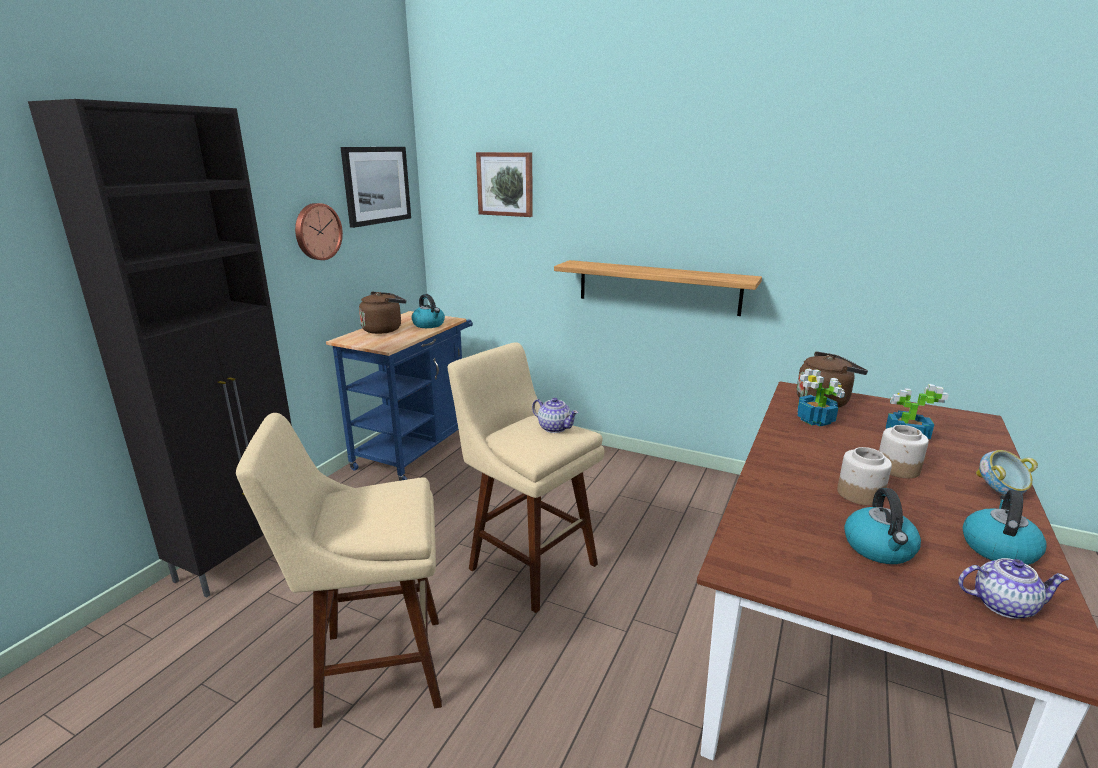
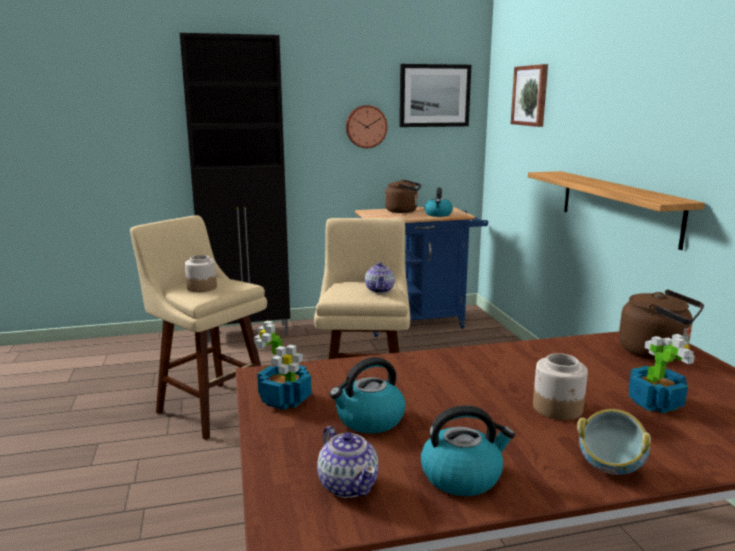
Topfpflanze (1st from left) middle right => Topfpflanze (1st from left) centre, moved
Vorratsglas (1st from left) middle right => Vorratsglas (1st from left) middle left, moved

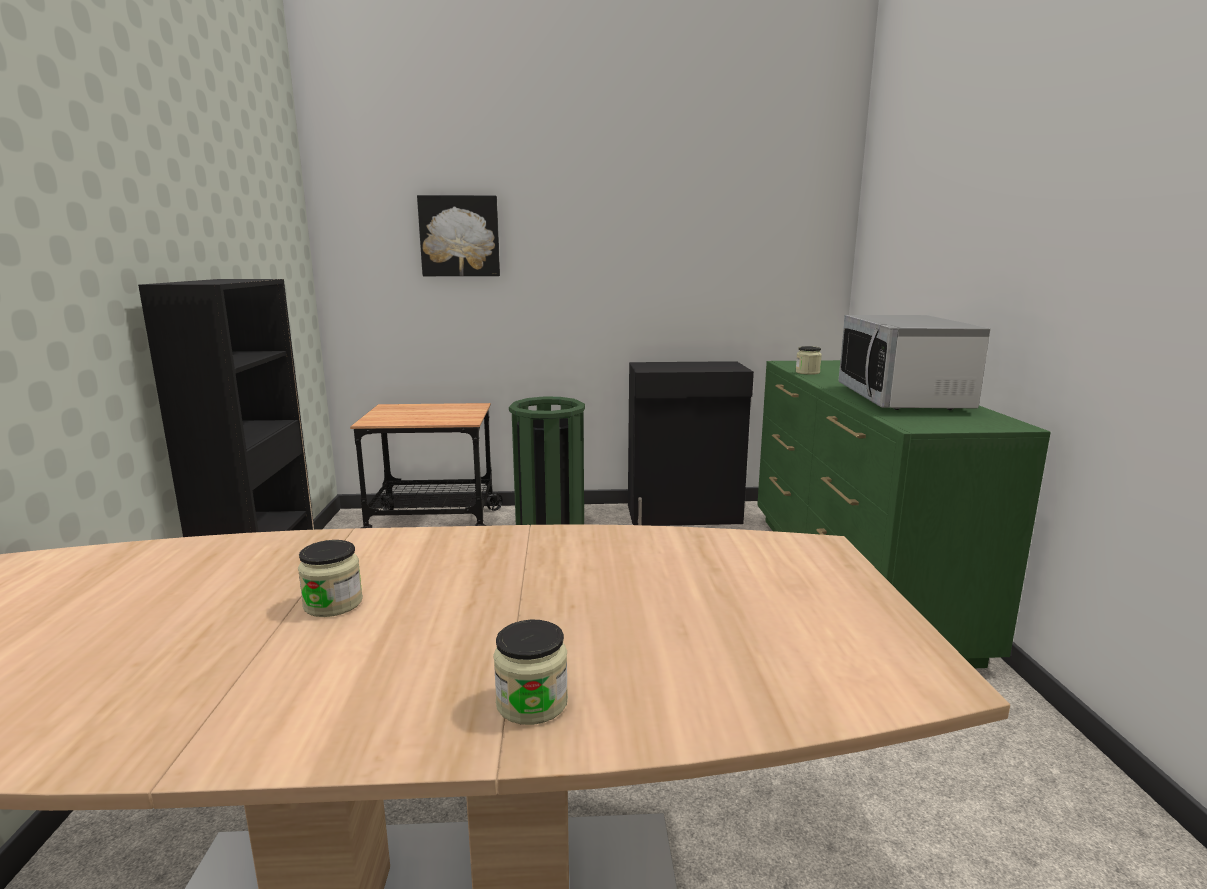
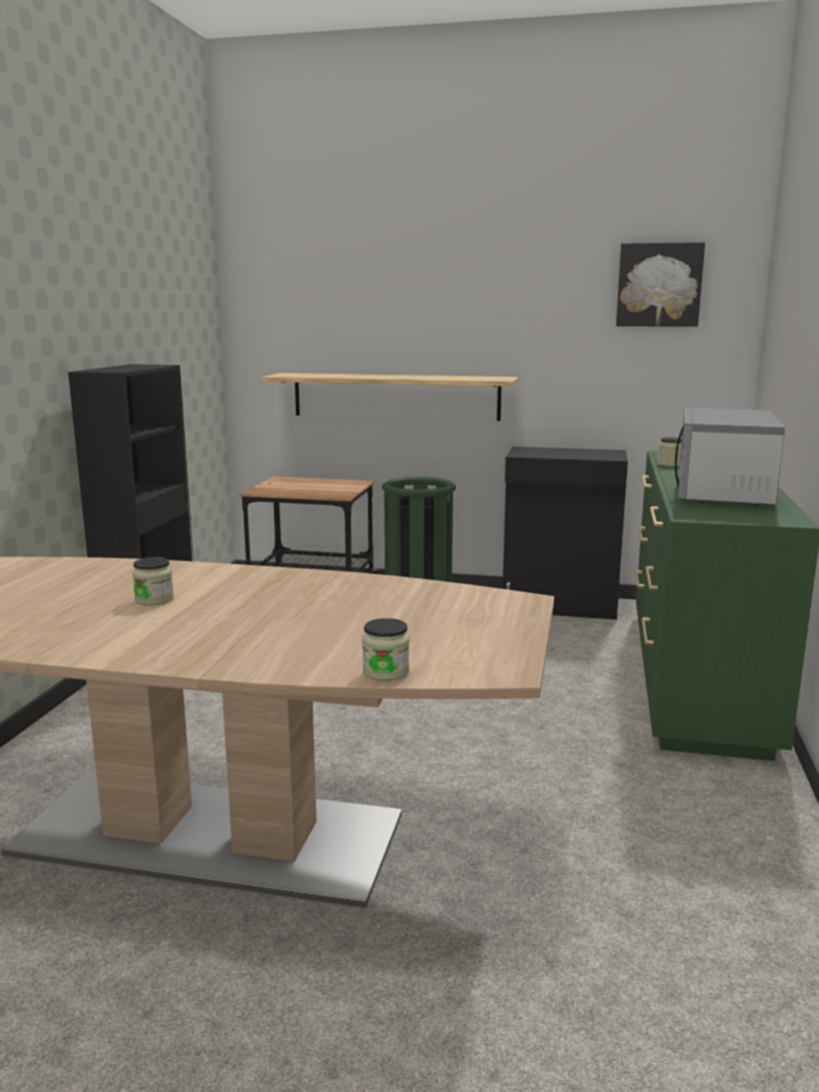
nothing => Wandregal centre
Bild top centre => Bild top right, moved
Vorratsglas (2nd from left) bottom centre => Vorratsglas (2nd from left) centre, moved

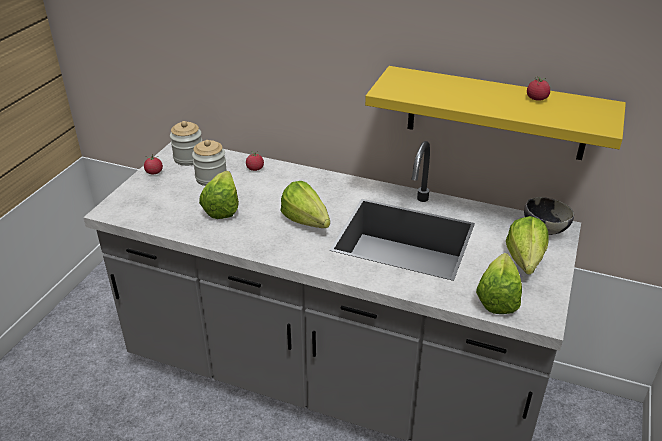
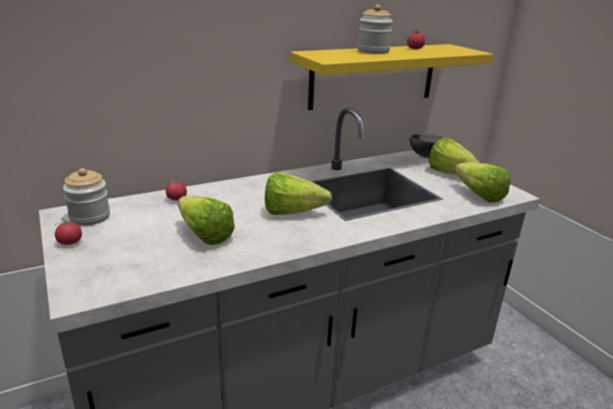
Vorratsglas (2nd from left) middle left => Vorratsglas (2nd from left) top centre, moved

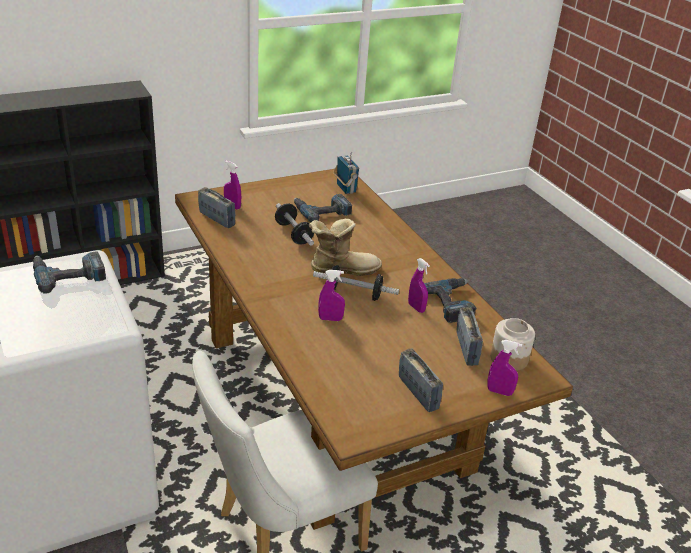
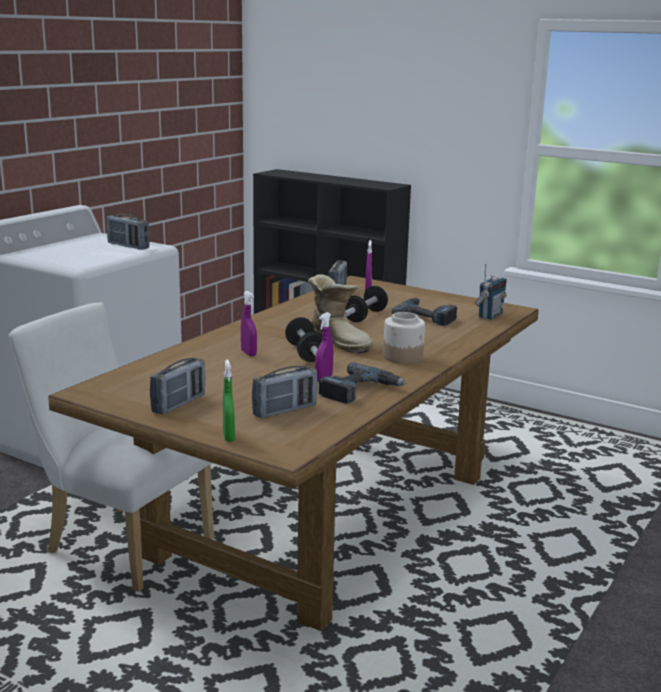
Vorratsglas middle right => Vorratsglas centre, moved
Bohrmaschine (1st from left) middle left => Radio (1st from left) middle left
Sprühflasche [lila] (4th from left) middle right => Sprühflasche [grün] centre

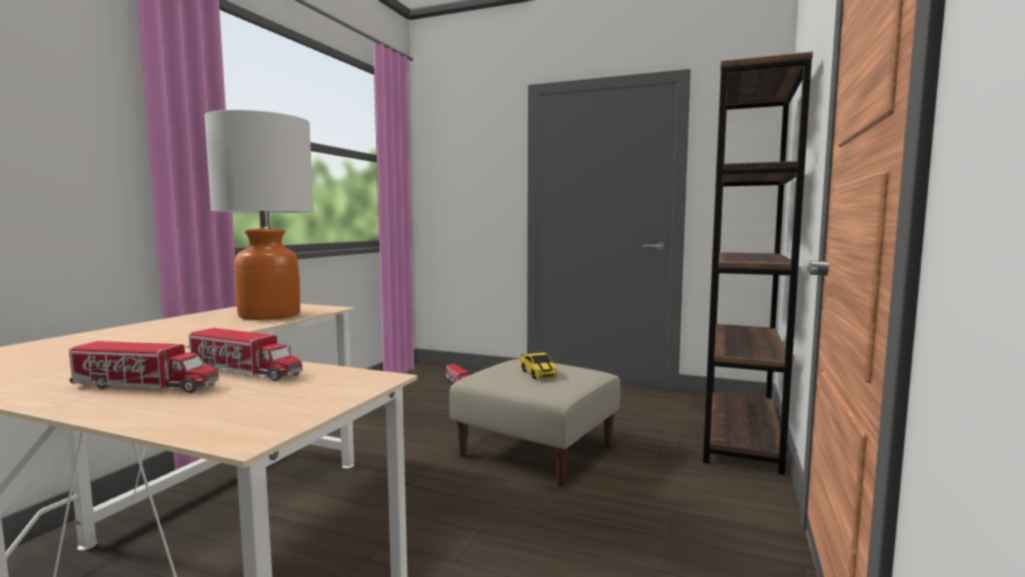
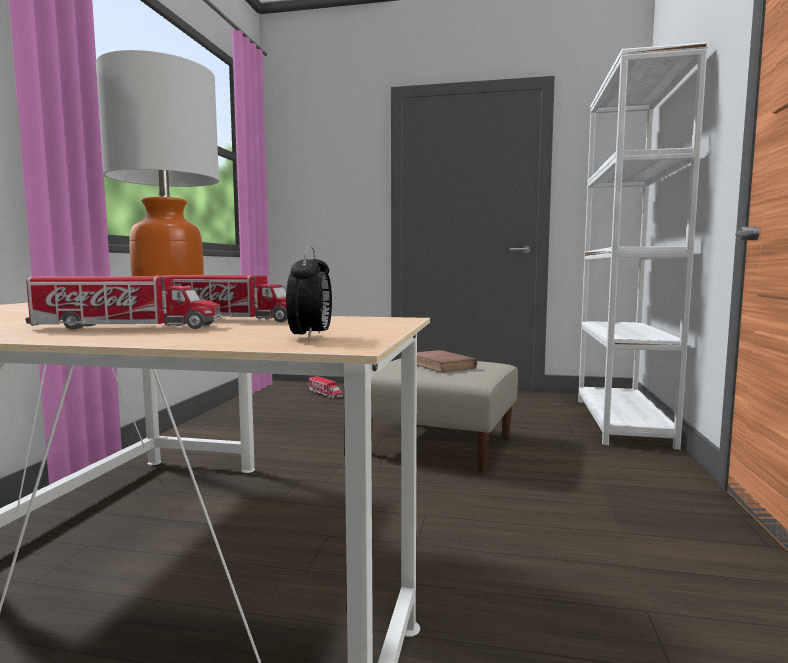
nothing => Wecker centre
Spielzeugauto centre => Buch [braun] centre
Bücherregal [braun] middle right => Bücherregal [weiß] middle right

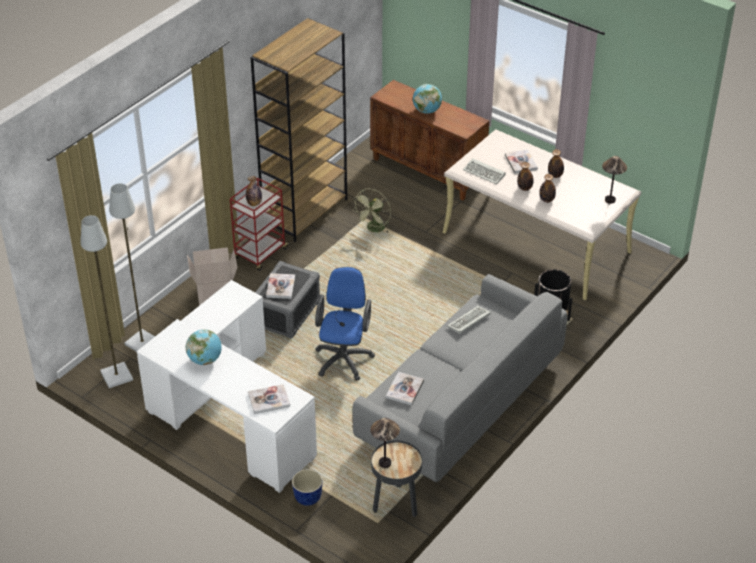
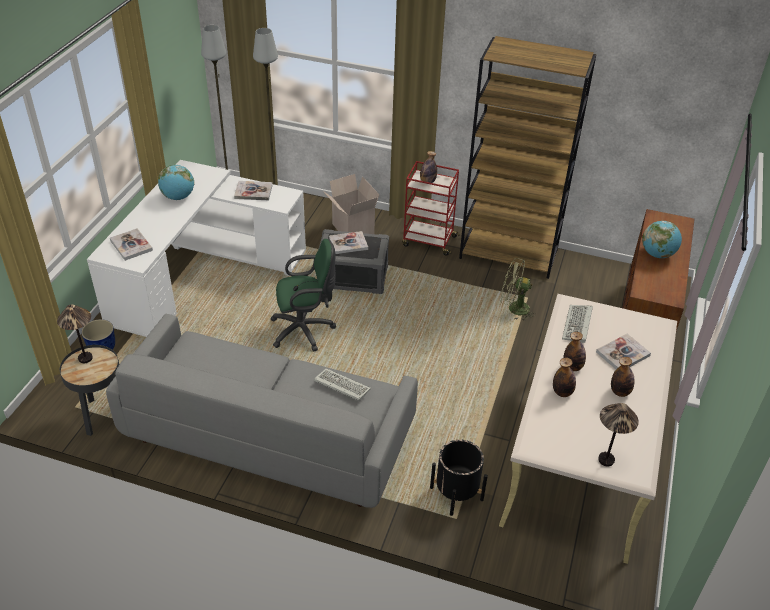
Buch (3rd from left in the first image) bottom centre => Buch (2nd from left) top left, moved
Bürostuhl [blau] centre => Bürostuhl [grün] centre

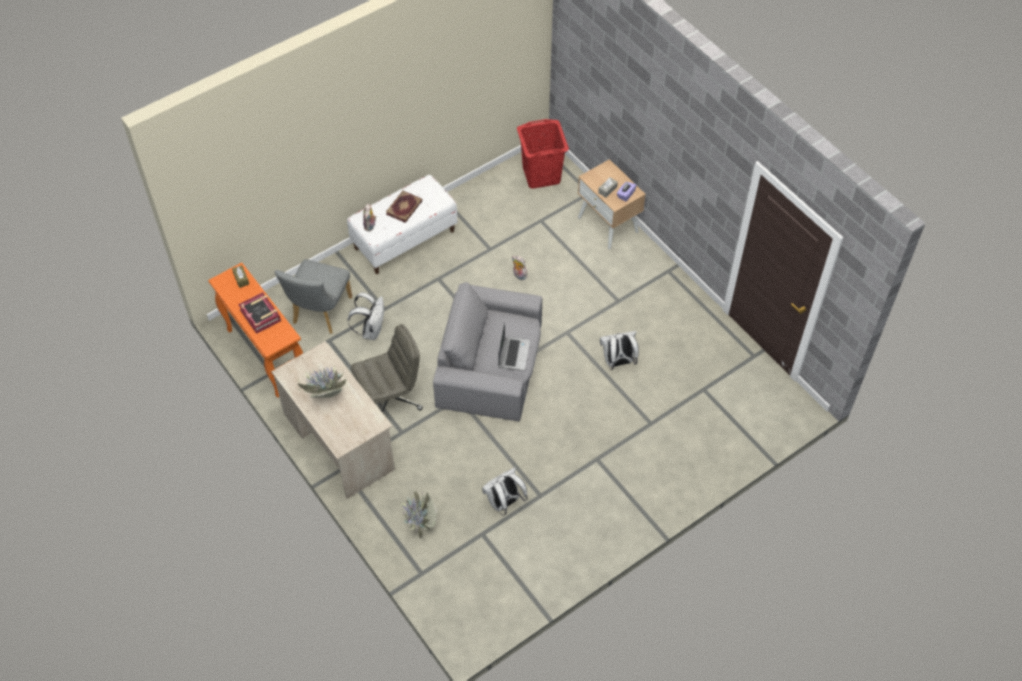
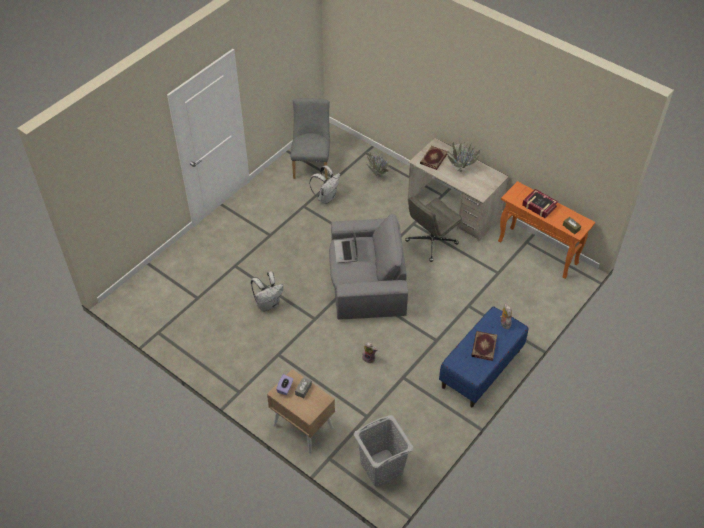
Rucksack [weiß] (1st from left) centre => nothing
nothing => Buch (1st from left) top centre
Stuhl [grau] middle left => Stuhl [grau] top centre, moved
Bank [weiß] top centre => Bank [blau] bottom right
Wäschekorb [rot] top centre => Wäschekorb [grau] bottom centre

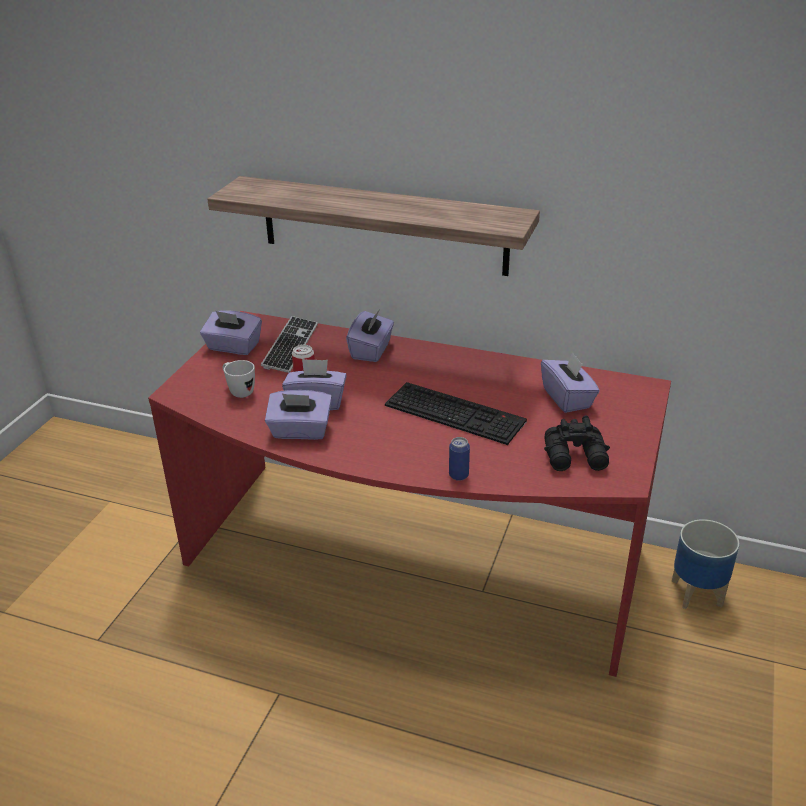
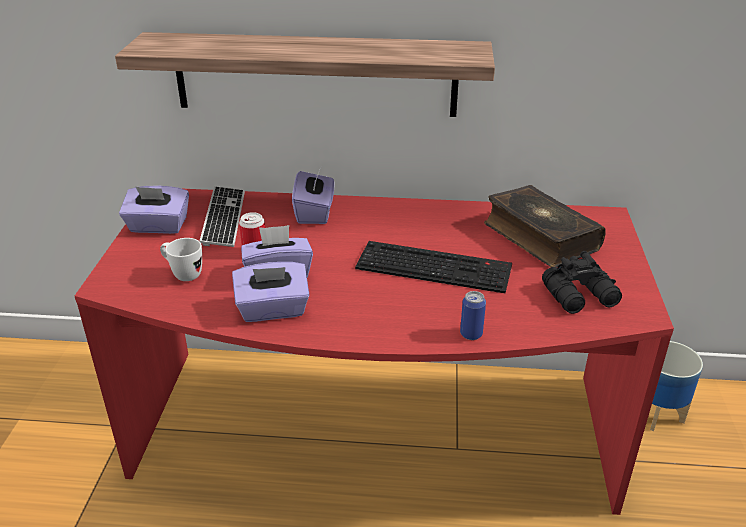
Taschentuchbox [lila] (5th from left) middle right => Buch middle right

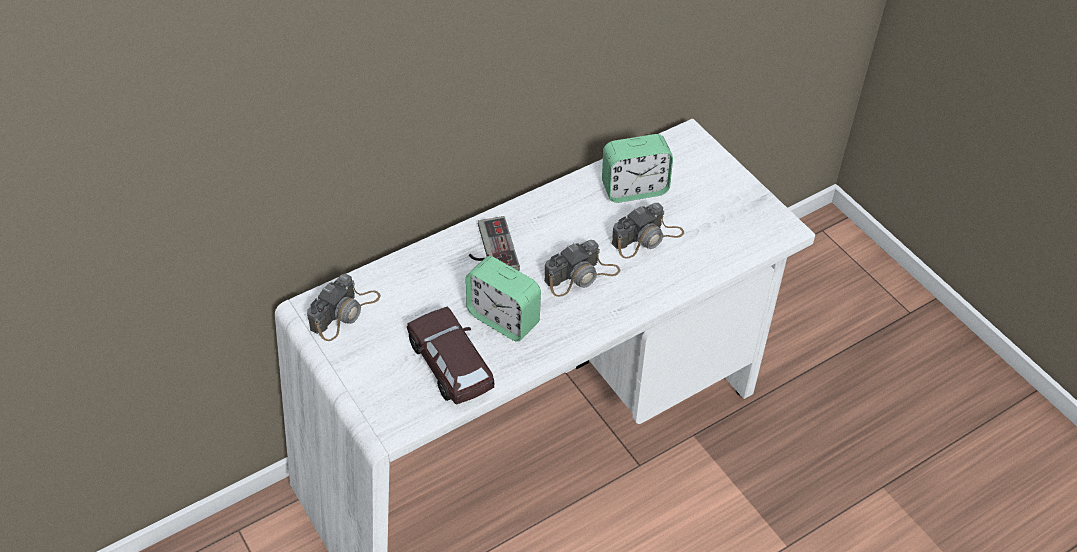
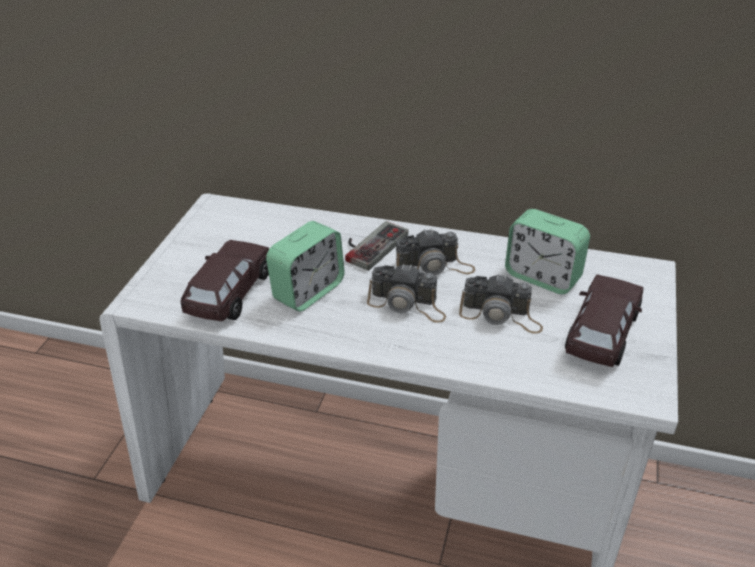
nothing => Spielzeugauto [braun] (2nd from left) middle right
Kamera (1st from left in the first image) middle left => Kamera (2nd from left) centre, moved
Wecker (1st from left) centre, 135 degrees counterclockwise

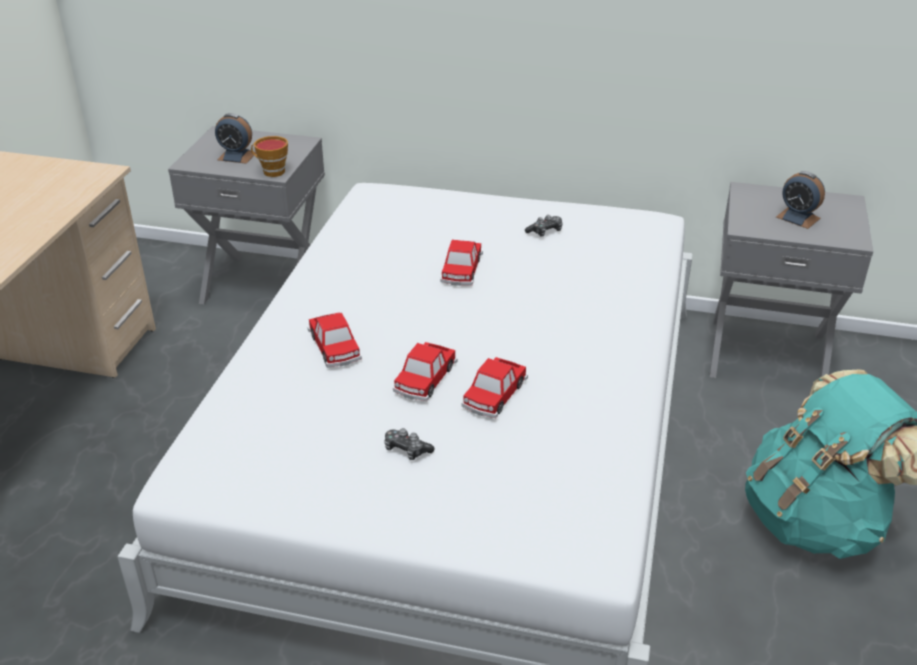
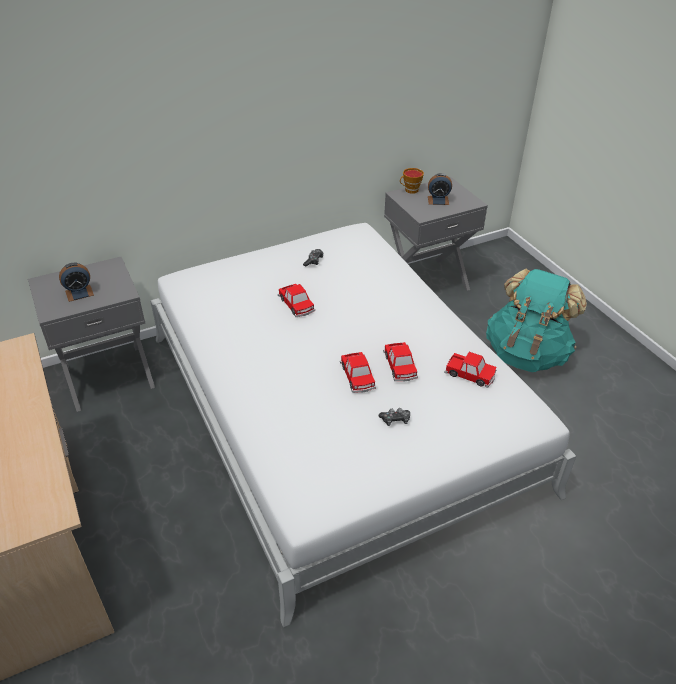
Tasse top left => Tasse top centre, moved
Spielzeugauto (1st from left in the first image) centre => Spielzeugauto (4th from left) middle right, moved

